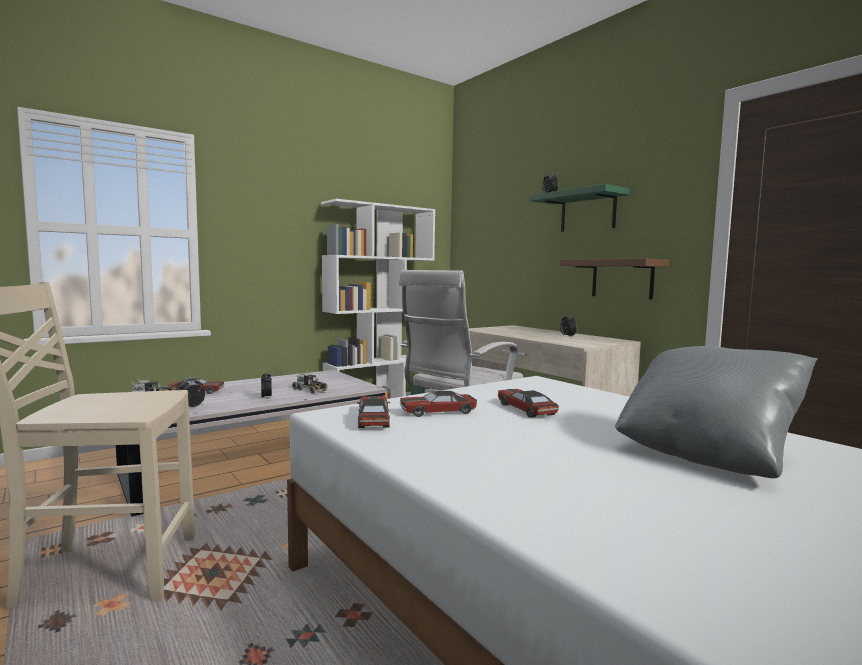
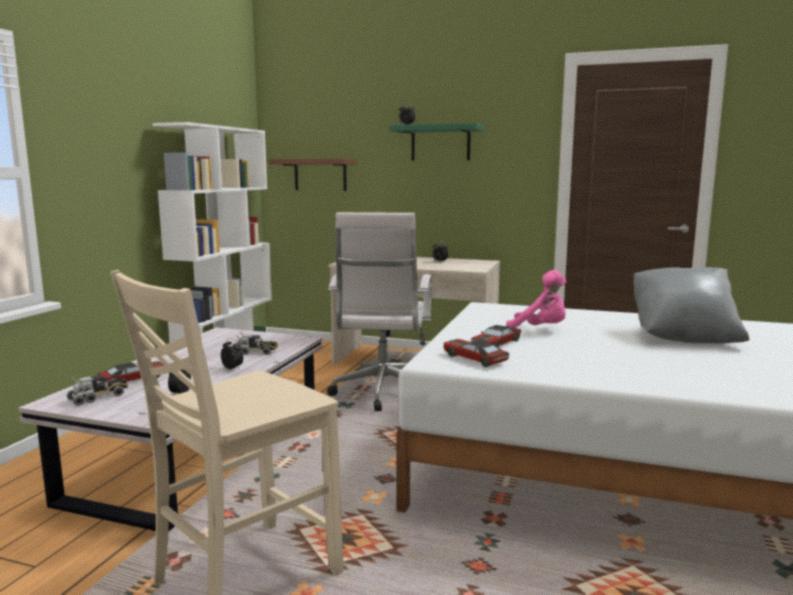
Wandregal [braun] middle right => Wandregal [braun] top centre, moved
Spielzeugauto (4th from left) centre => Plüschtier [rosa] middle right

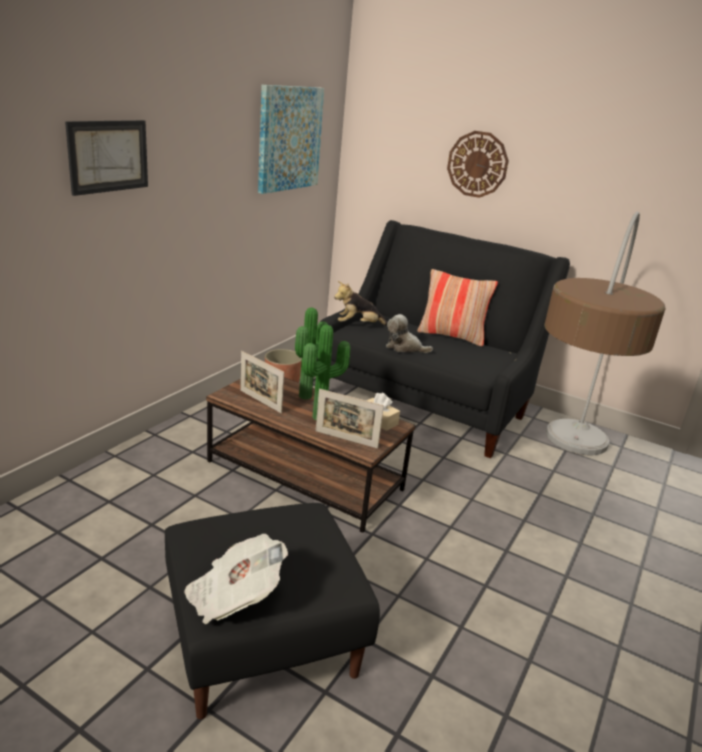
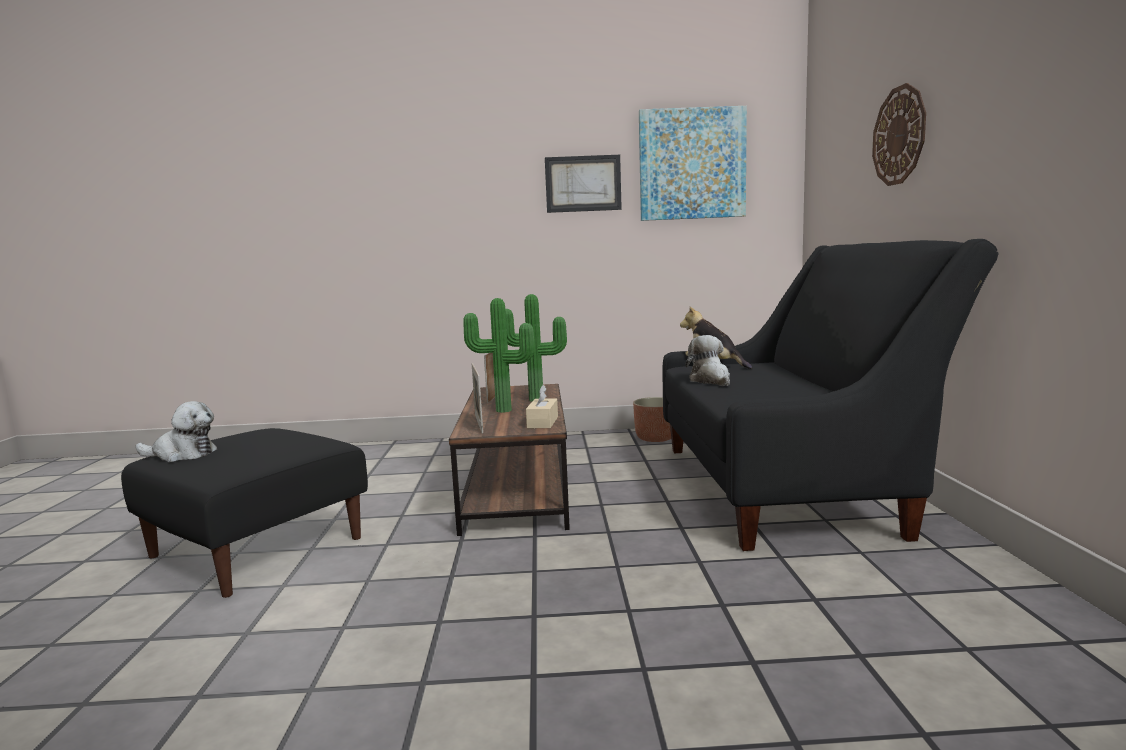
Kissen centre => nothing
Stehlampe middle right => nothing
Bild (1st from left) top left => Bild (1st from left) top centre, moved
Zeitung bottom centre => Plüschtier (1st from left) middle left

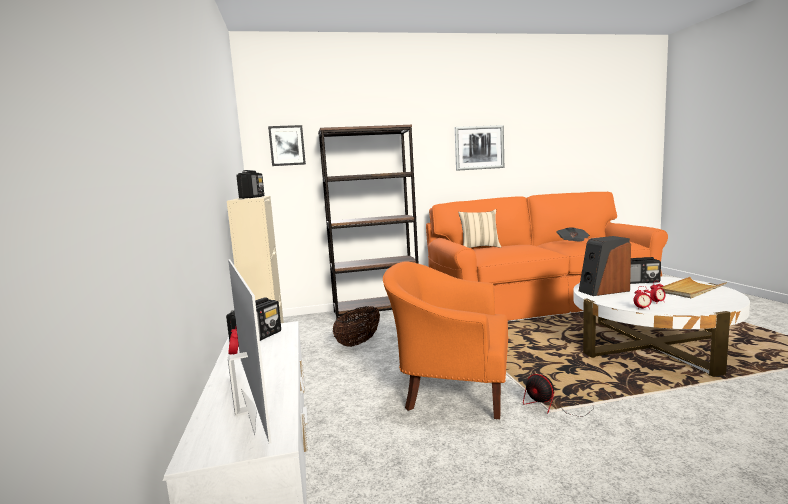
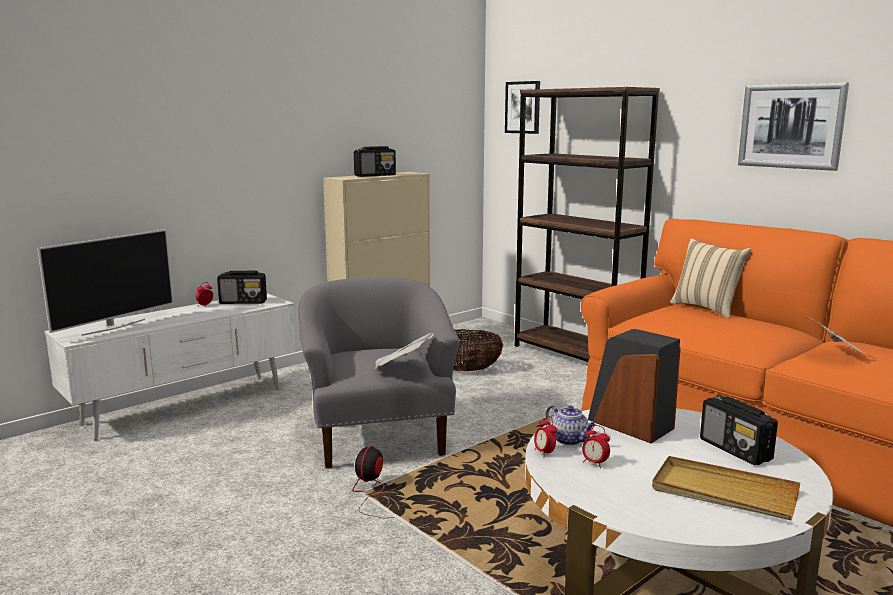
nothing => Zeitung (1st from left) centre
nothing => Teekanne bottom centre
Sessel [orange] bottom centre => Sessel [grau] centre

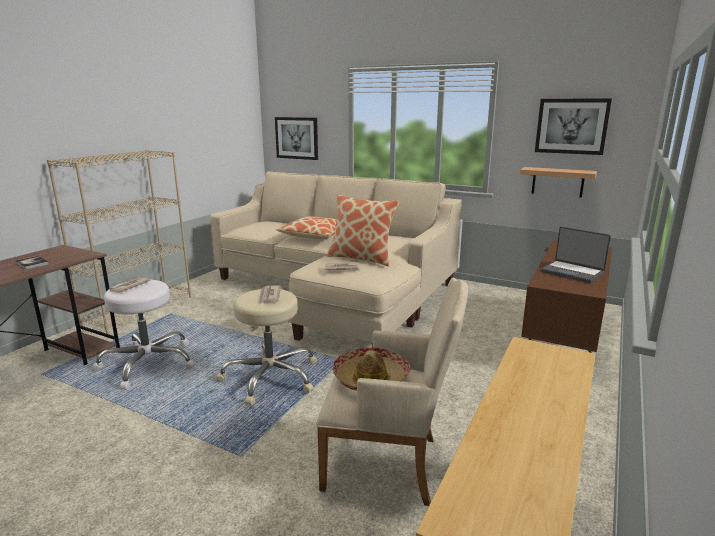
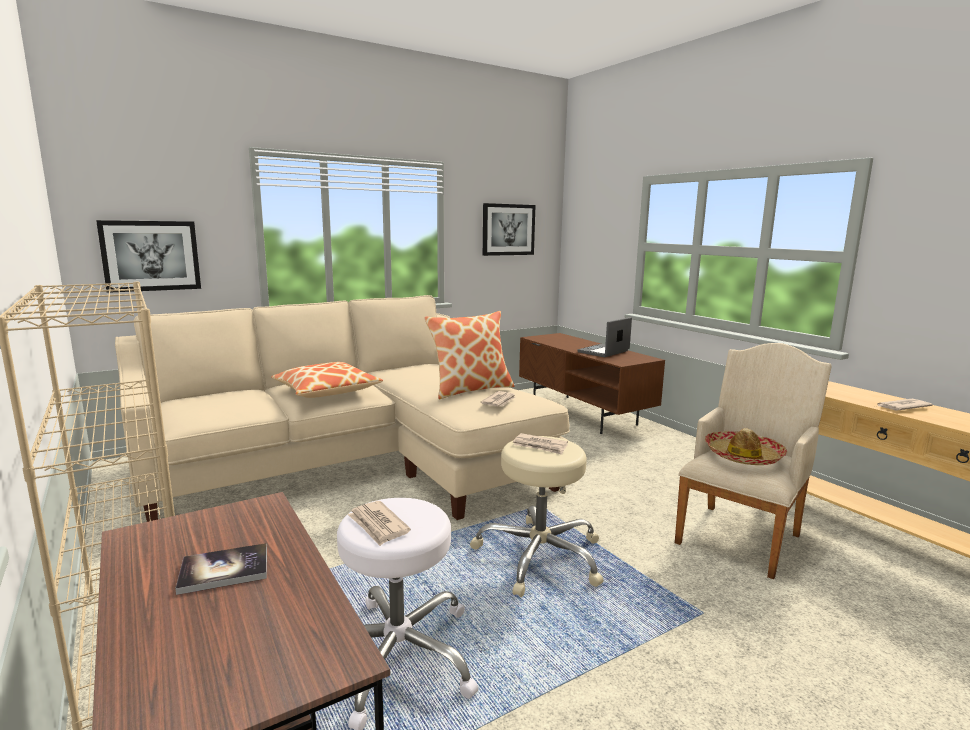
Wandregal middle right => nothing
nothing => Zeitung (4th from left) middle right
Laptop middle right => Laptop centre, 150 degrees clockwise

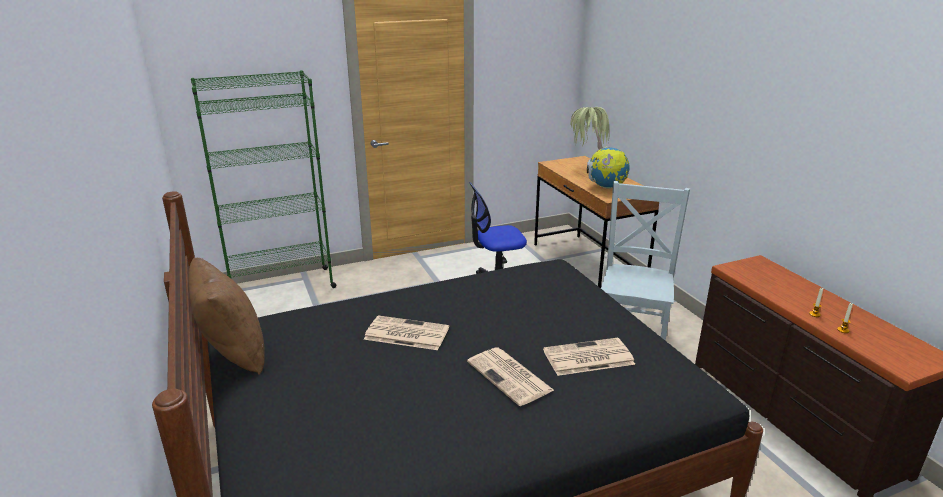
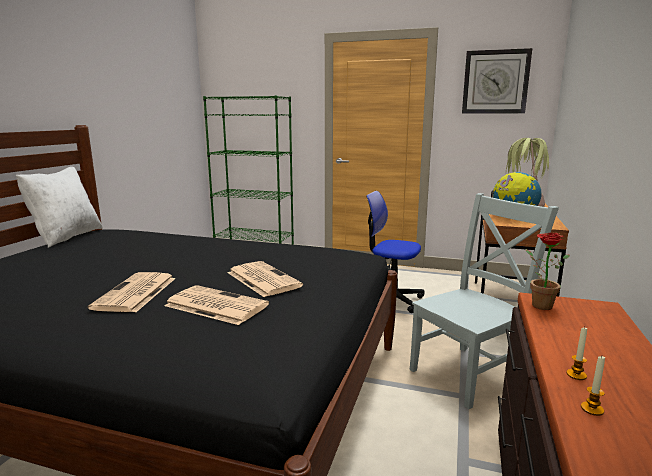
nothing => Wanduhr top right
nothing => Topfpflanze (2nd from left) middle right
Zeitung (1st from left in the first image) bottom centre => Zeitung (3rd from left) centre, moved
Kissen [braun] middle left => Kissen [weiß] middle left

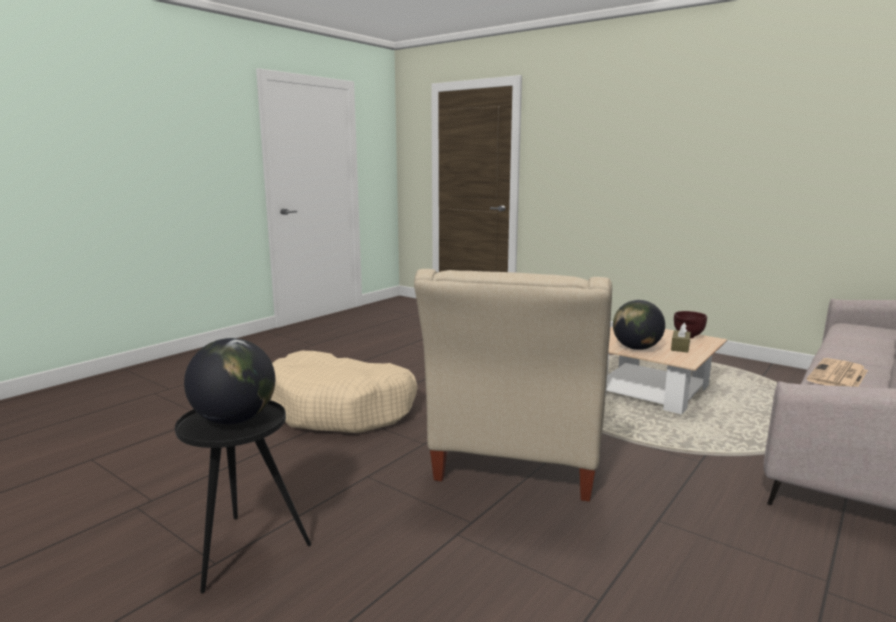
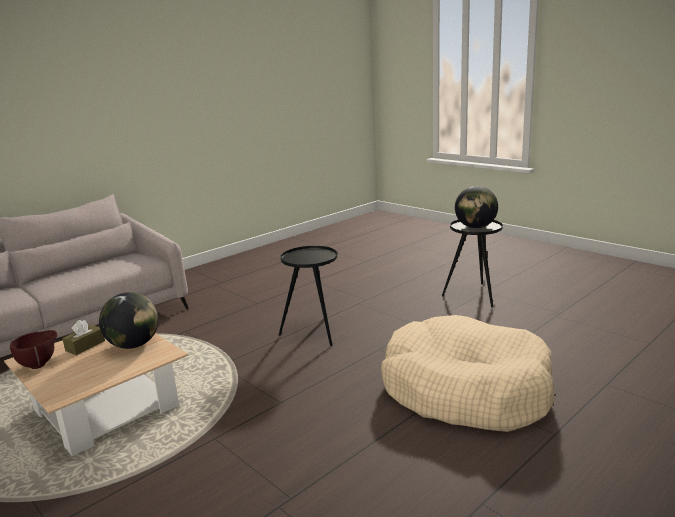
Zeitung middle right => nothing
Sessel [beige] centre => Beistelltisch [schwarz] (1st from left) centre

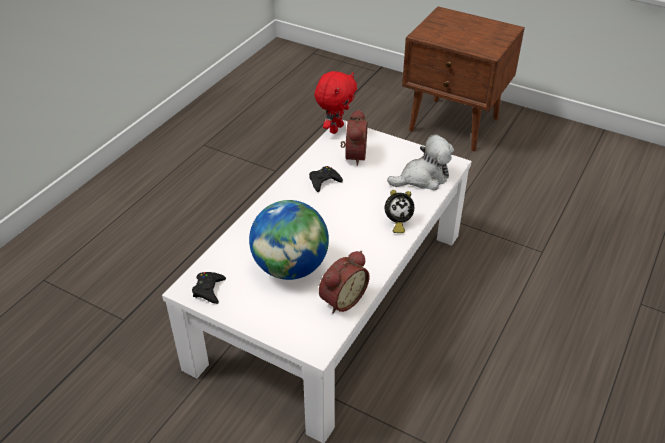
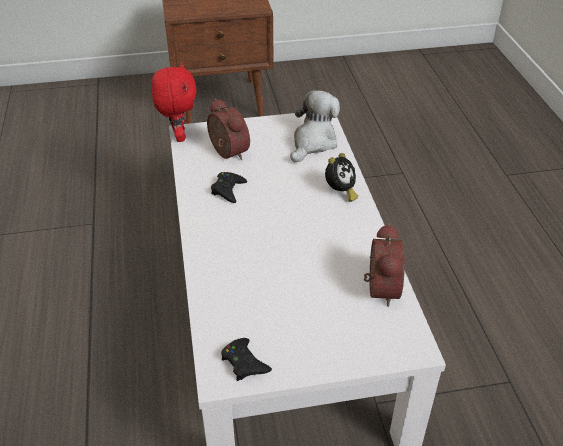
Globus centre => nothing

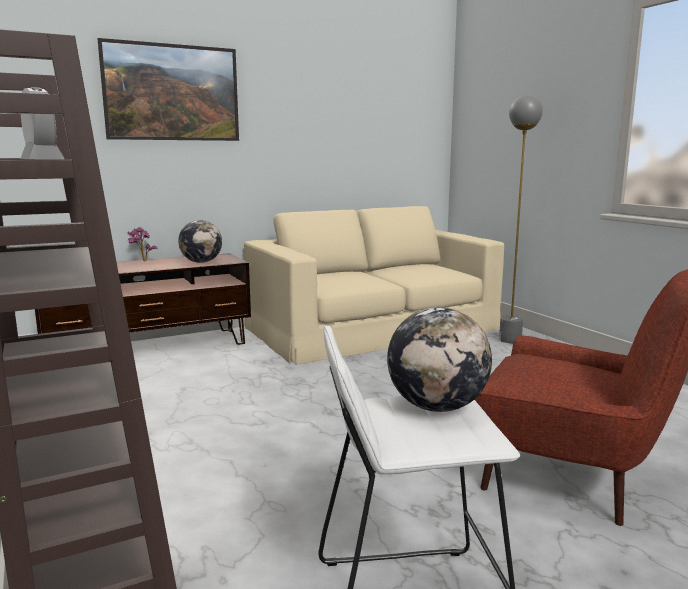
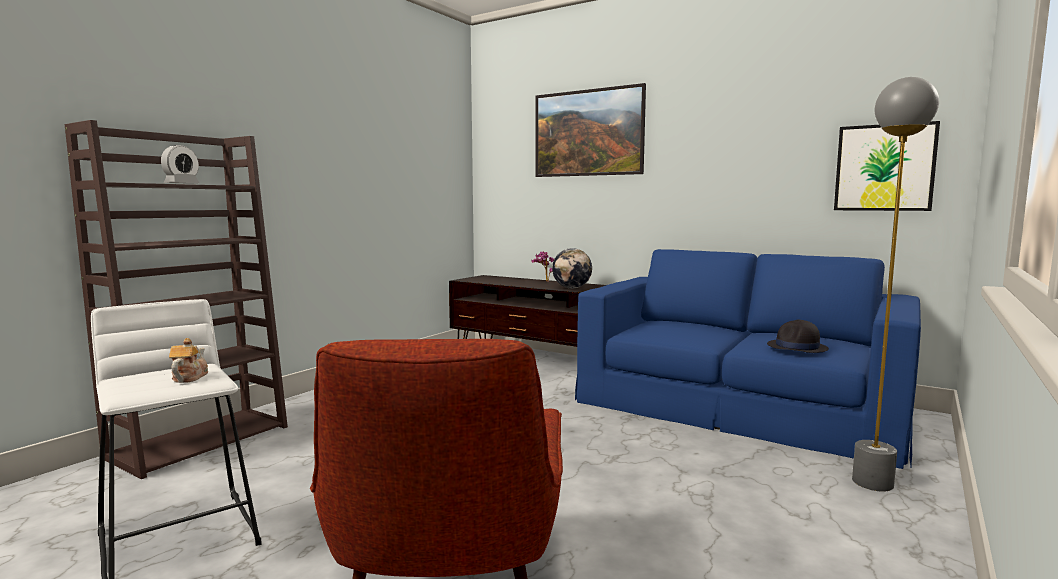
nothing => Hut [schwarz] middle right
nothing => Bild (2nd from left) top right
Globus (2nd from left) centre => Teekanne middle left
Sofa [beige] centre => Sofa [blau] middle right

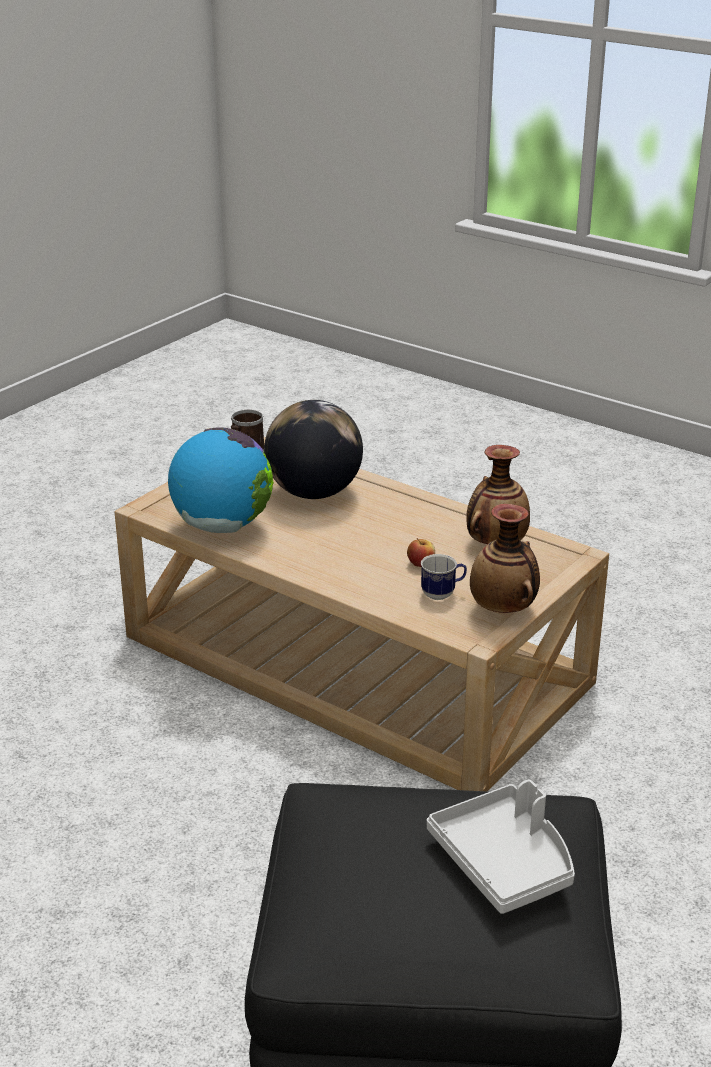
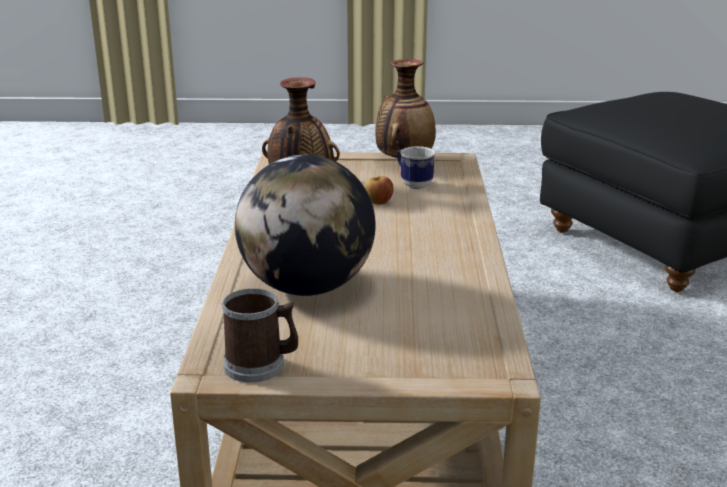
Globus (1st from left) middle left => nothing
Tablett [grau] bottom right => nothing

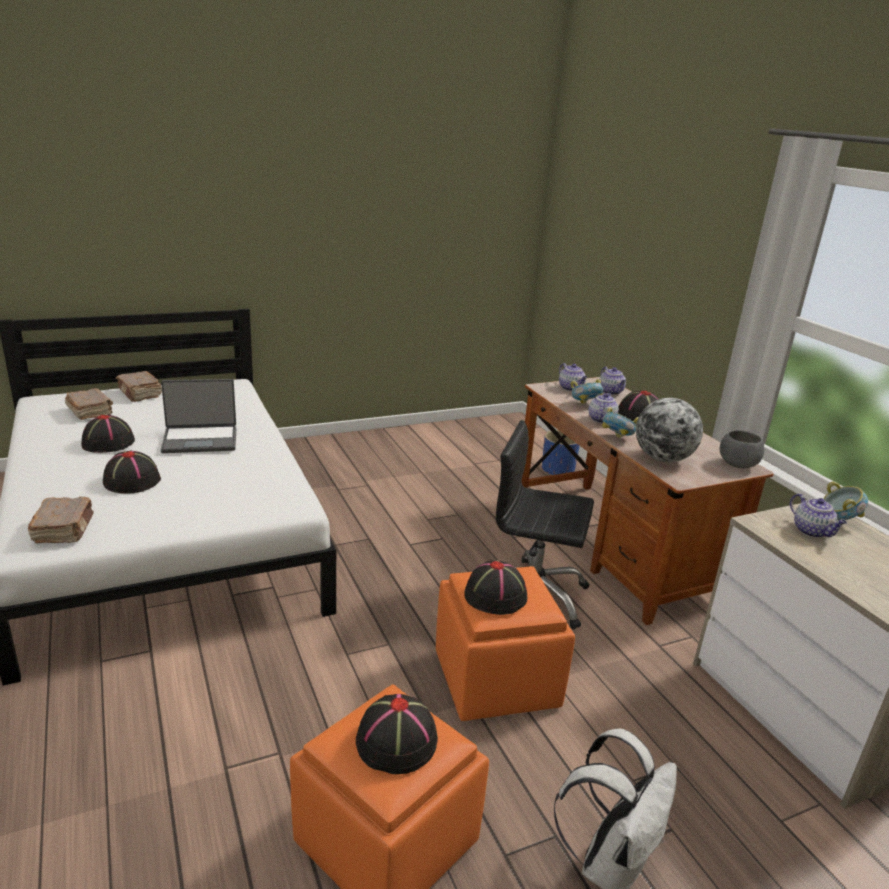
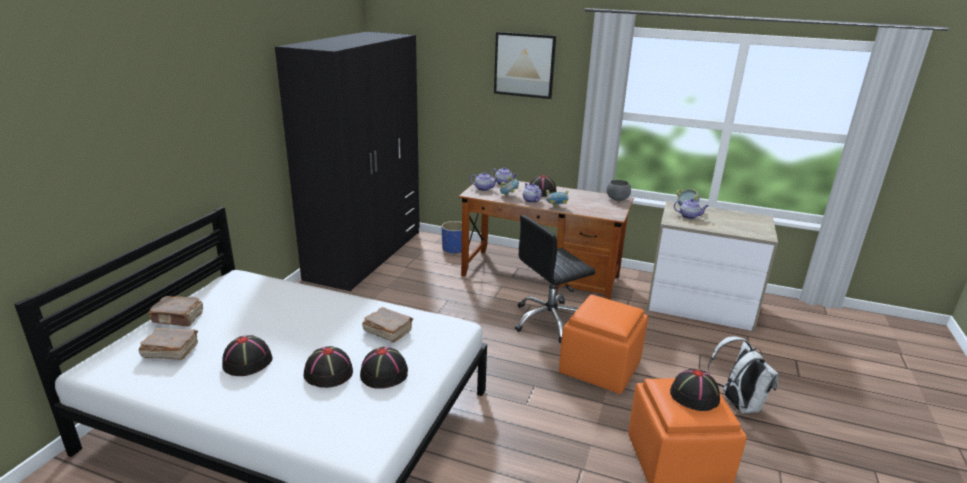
Laptop middle left => nothing
Globus middle right => nothing
nothing => Kleiderschrank [schwarz] centre
nothing => Bild top centre
Buch [braun] (1st from left in the first image) middle left => Buch [braun] (3rd from left) bottom centre, moved
Hut [schwarz] (4th from left in the first image) centre => Hut [schwarz] (3rd from left) bottom centre, moved

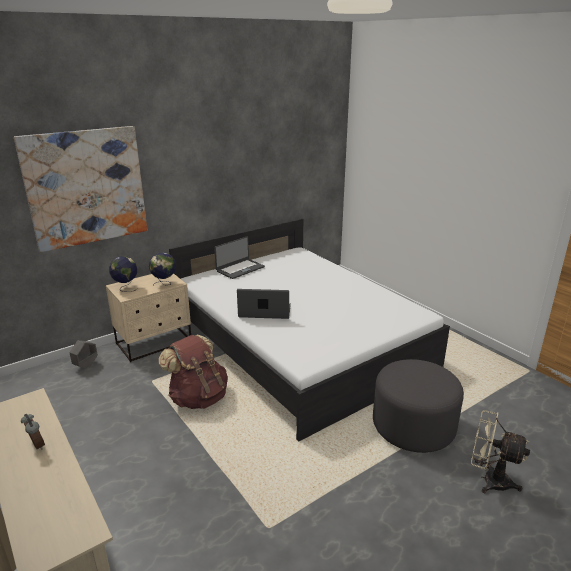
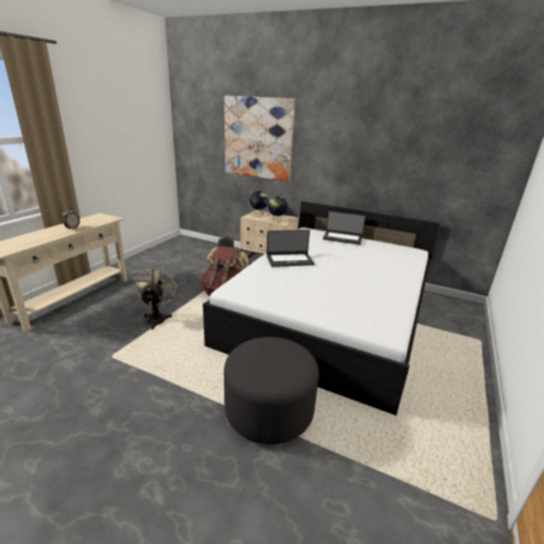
Ventilator [beige] bottom right => Ventilator [beige] middle left, moved
Laptop (2nd from left in the first image) centre => Laptop (1st from left) centre, 105 degrees clockwise

